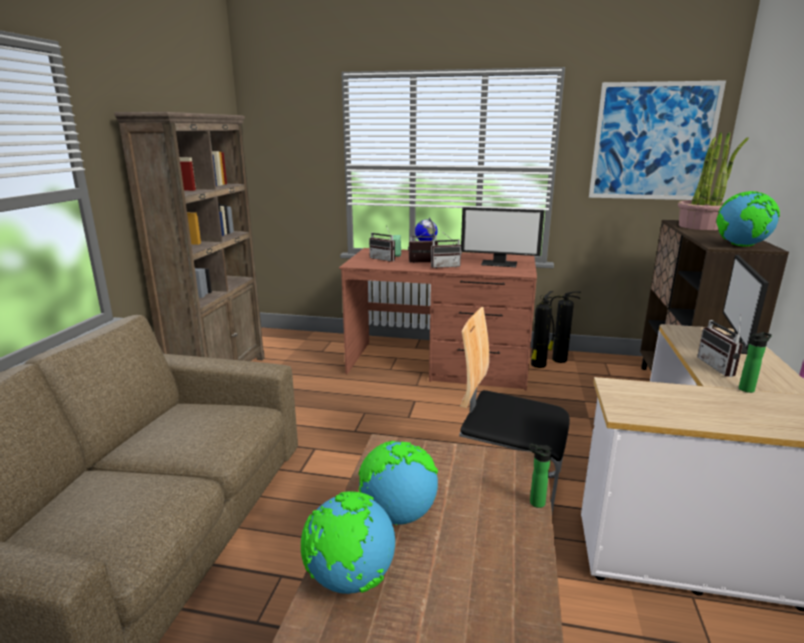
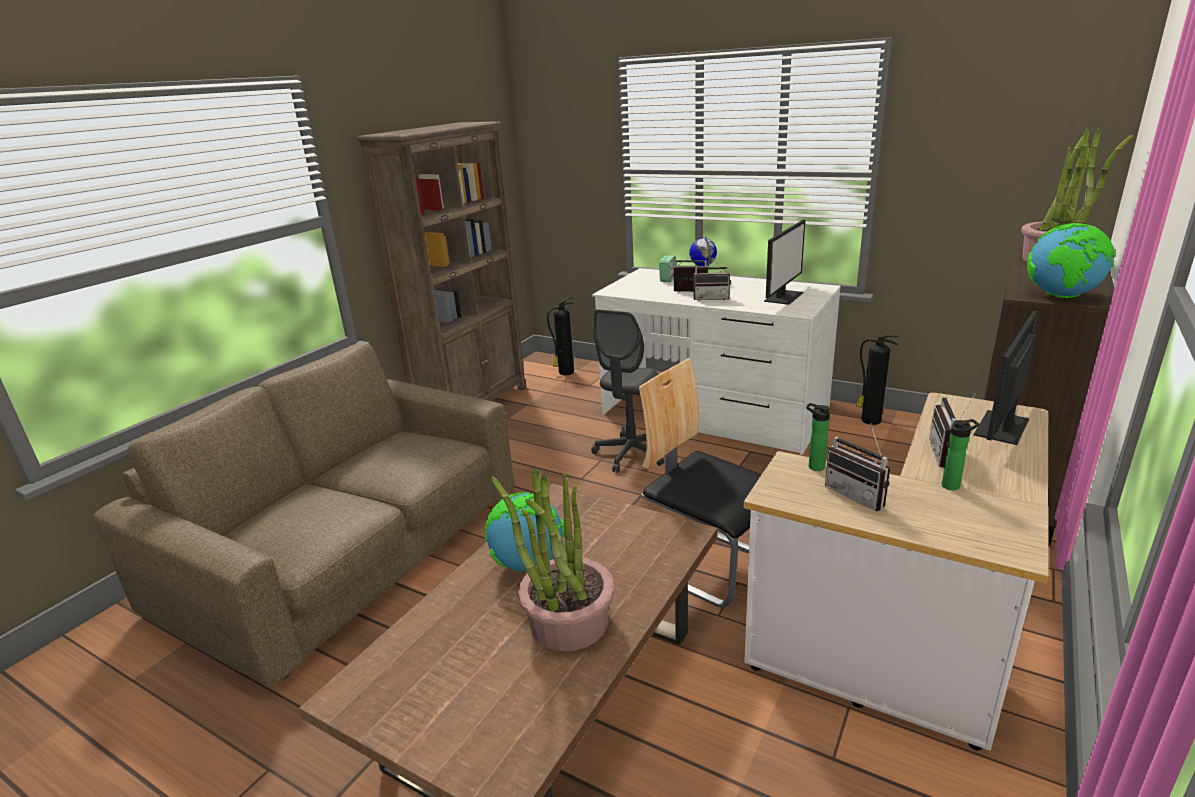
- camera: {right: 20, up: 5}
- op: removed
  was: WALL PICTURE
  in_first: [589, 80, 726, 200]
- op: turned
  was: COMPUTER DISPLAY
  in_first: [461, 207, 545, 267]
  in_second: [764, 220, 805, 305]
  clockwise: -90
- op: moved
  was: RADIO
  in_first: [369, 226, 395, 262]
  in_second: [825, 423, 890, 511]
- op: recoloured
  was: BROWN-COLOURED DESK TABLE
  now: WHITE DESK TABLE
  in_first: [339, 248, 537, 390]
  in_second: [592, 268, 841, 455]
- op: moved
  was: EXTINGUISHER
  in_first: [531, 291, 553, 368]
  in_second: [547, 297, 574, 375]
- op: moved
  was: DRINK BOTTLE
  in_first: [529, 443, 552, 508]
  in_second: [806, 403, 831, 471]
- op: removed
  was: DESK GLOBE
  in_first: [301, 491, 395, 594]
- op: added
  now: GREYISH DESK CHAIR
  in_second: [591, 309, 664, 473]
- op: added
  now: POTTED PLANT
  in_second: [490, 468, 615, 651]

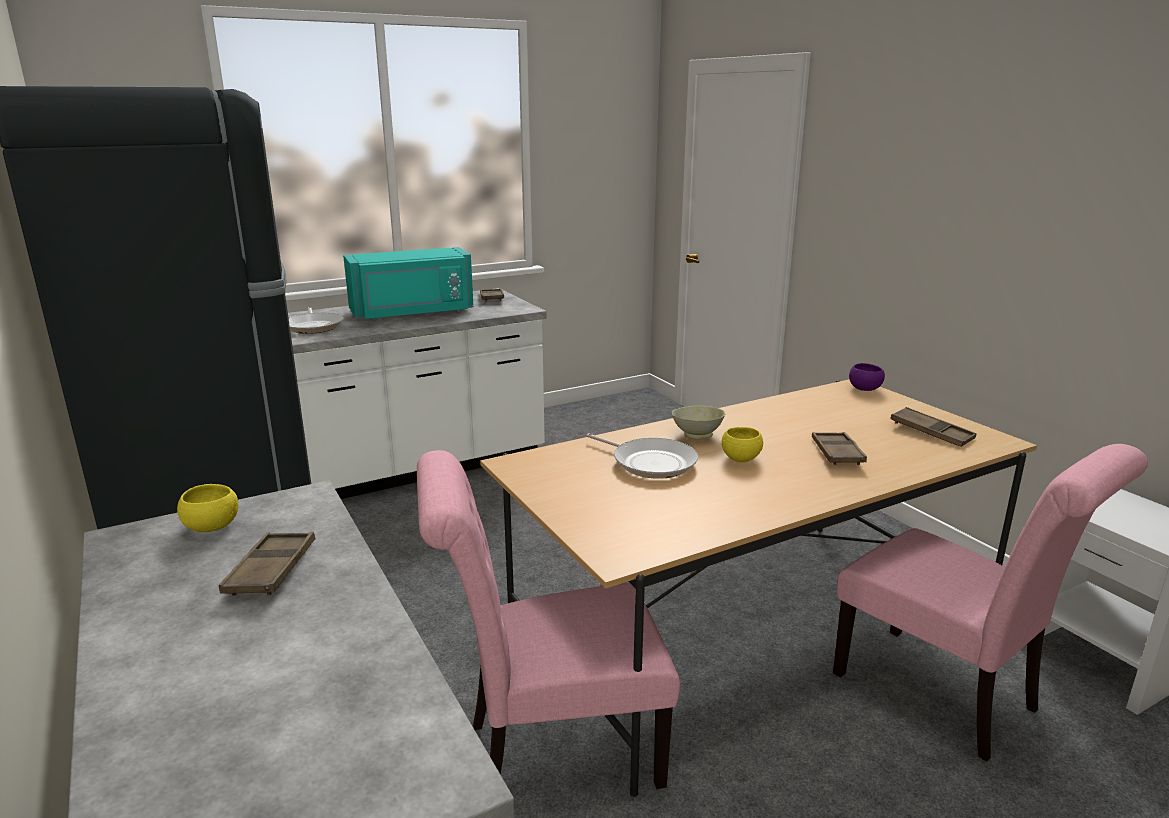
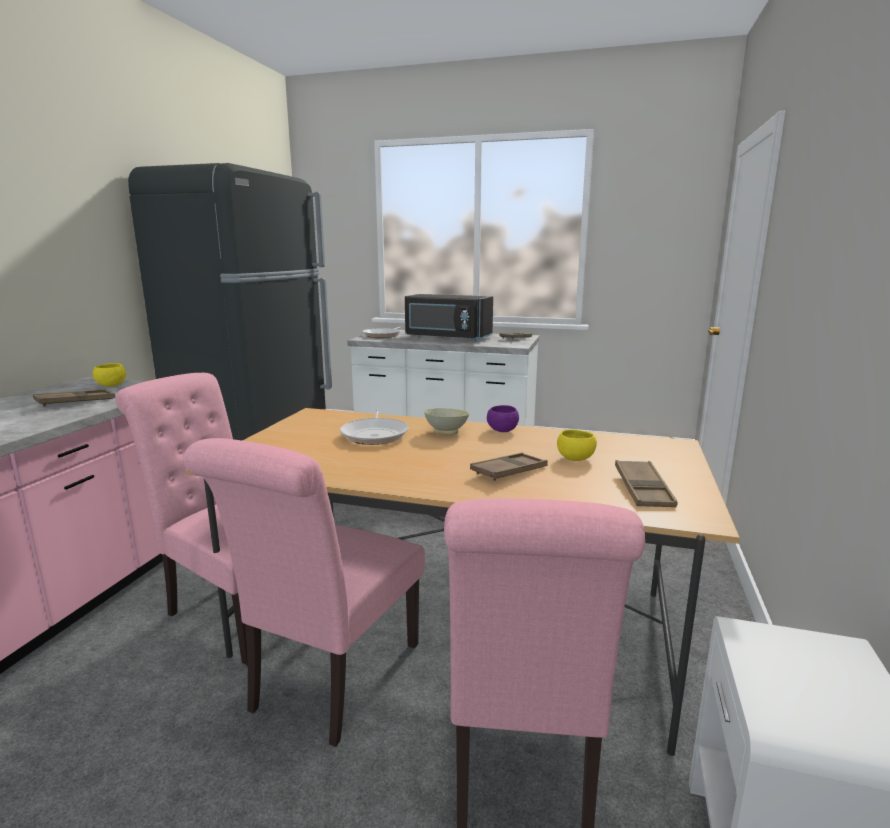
- camera: {right: 45, up: -5}
- op: recoloured
  was: BLUE-GREEN KITCHEN MICROWAVE
  now: BLACK KITCHEN MICROWAVE
  in_first: [343, 247, 474, 321]
  in_second: [405, 294, 493, 341]
- op: moved
  was: PURPLE-COLOURED DEEP DISH
  in_first: [849, 363, 885, 391]
  in_second: [487, 405, 519, 432]
- op: moved
  was: YELLOWISH DEEP DISH
  in_first: [721, 427, 763, 462]
  in_second: [557, 429, 597, 461]
- op: added
  now: PINK-COLOURED PLAIN CHAIR
  in_second: [183, 438, 425, 747]

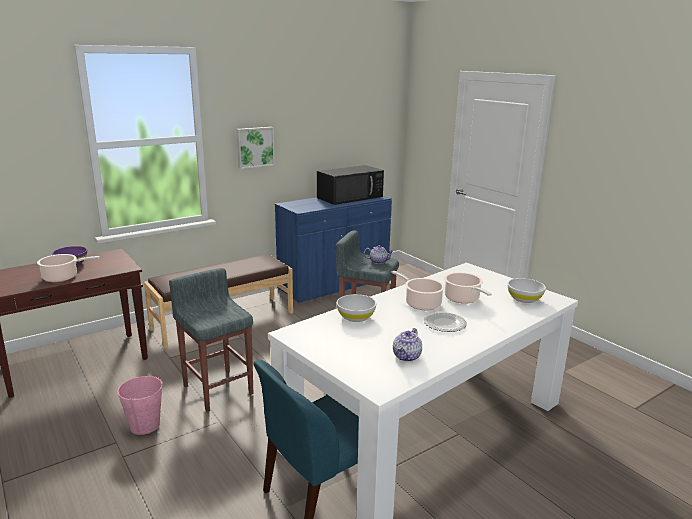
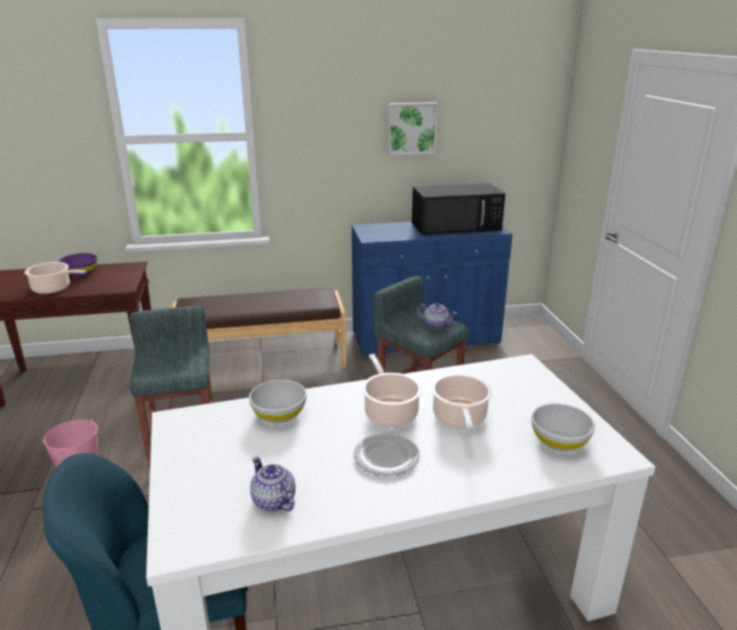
- camera: {right: 25, up: 5}
- op: moved
  was: WALL PICTURE
  in_first: [236, 127, 275, 169]
  in_second: [387, 102, 438, 155]
- op: turned
  was: TEA POT
  in_first: [393, 328, 422, 362]
  in_second: [250, 457, 296, 512]
  clockwise: 90

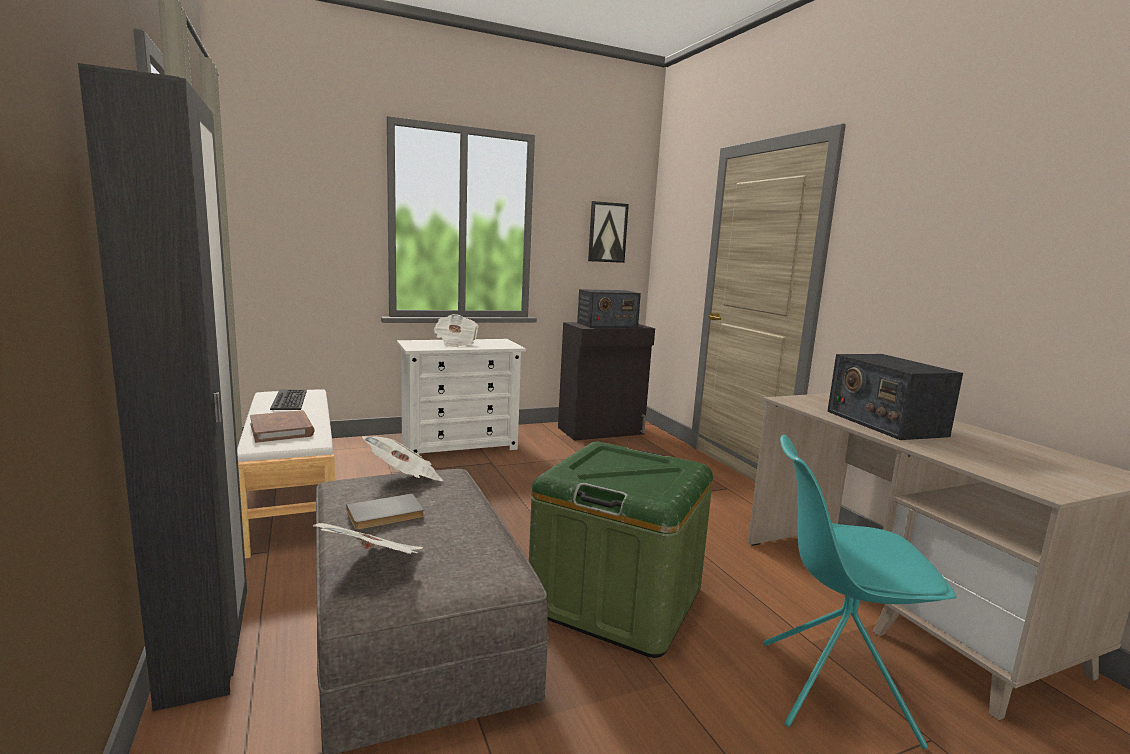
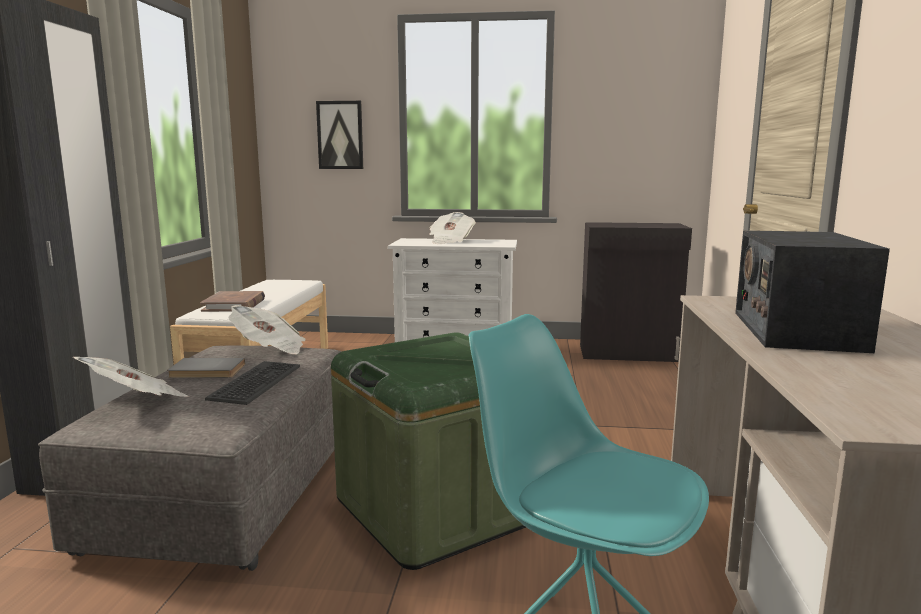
- camera: {right: 30, up: 0}
- op: moved
  was: WALL PICTURE
  in_first: [588, 201, 629, 263]
  in_second: [316, 101, 363, 169]
- op: removed
  was: RADIO
  in_first: [577, 289, 641, 328]
- op: moved
  was: COMPUTER KEYBOARD
  in_first: [270, 389, 307, 410]
  in_second: [205, 361, 300, 405]

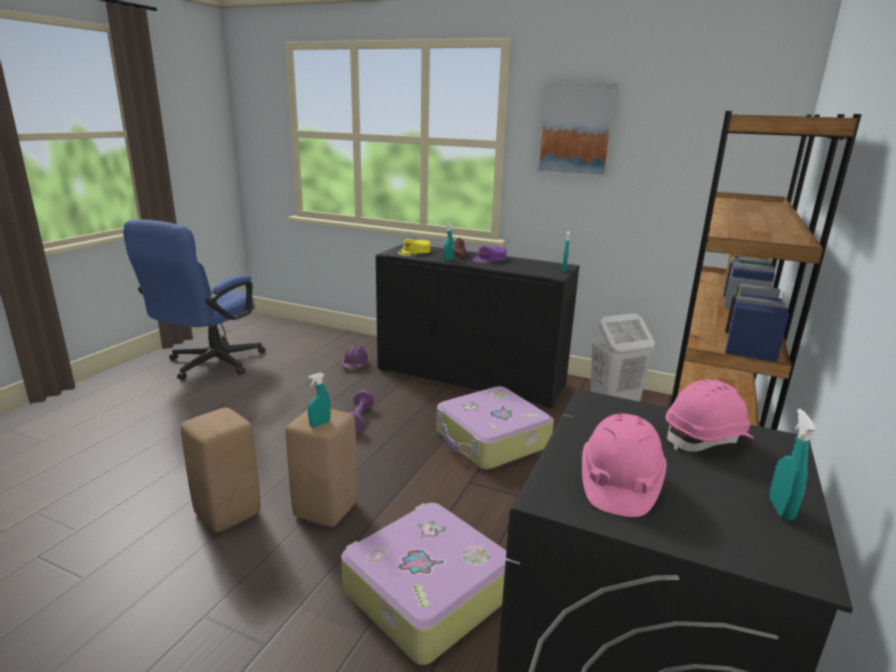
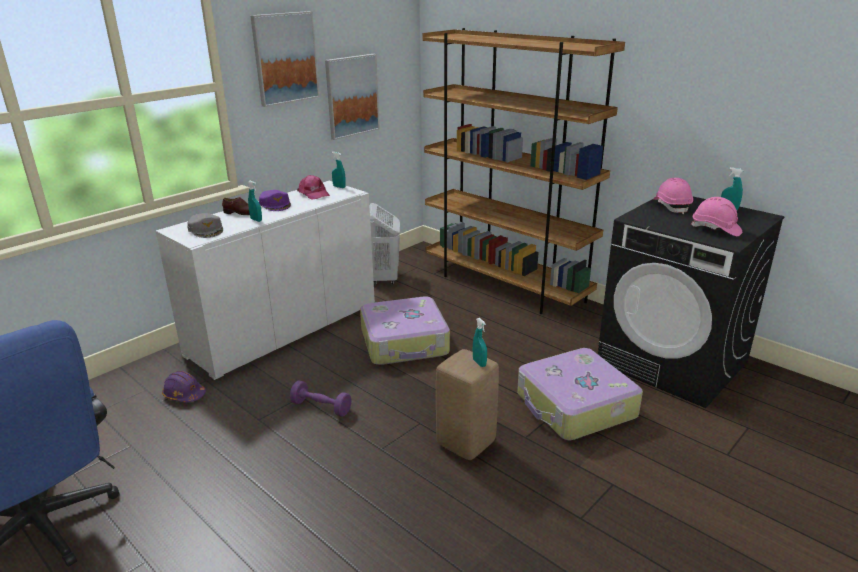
- camera: {right: -70, up: 5}
- op: recoloured
  was: YELLOWISH CAP
  now: GREYISH CAP
  in_first: [398, 239, 431, 256]
  in_second: [187, 213, 223, 238]
- op: recoloured
  was: BLACK CUPBOARD
  now: WHITE CUPBOARD
  in_first: [376, 244, 579, 408]
  in_second: [156, 181, 375, 380]
- op: removed
  was: BEIGE-COLOURED SITTING STOOL
  in_first: [180, 408, 261, 533]
- op: added
  now: WALL PICTURE
  in_second: [325, 54, 380, 140]
- op: added
  now: PINK-COLOURED CAP
  in_second: [297, 175, 330, 200]

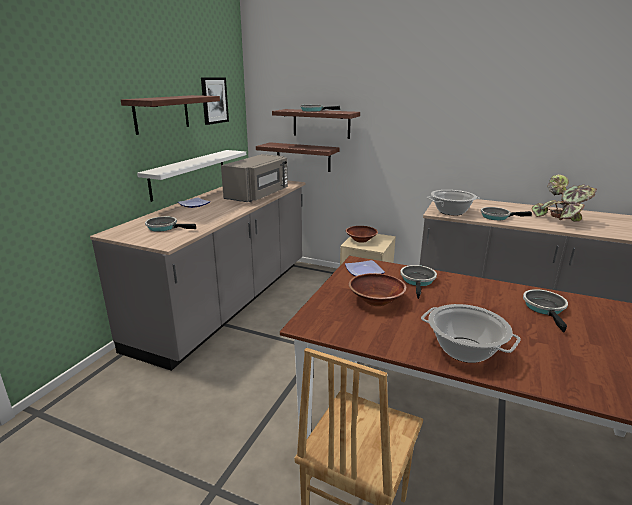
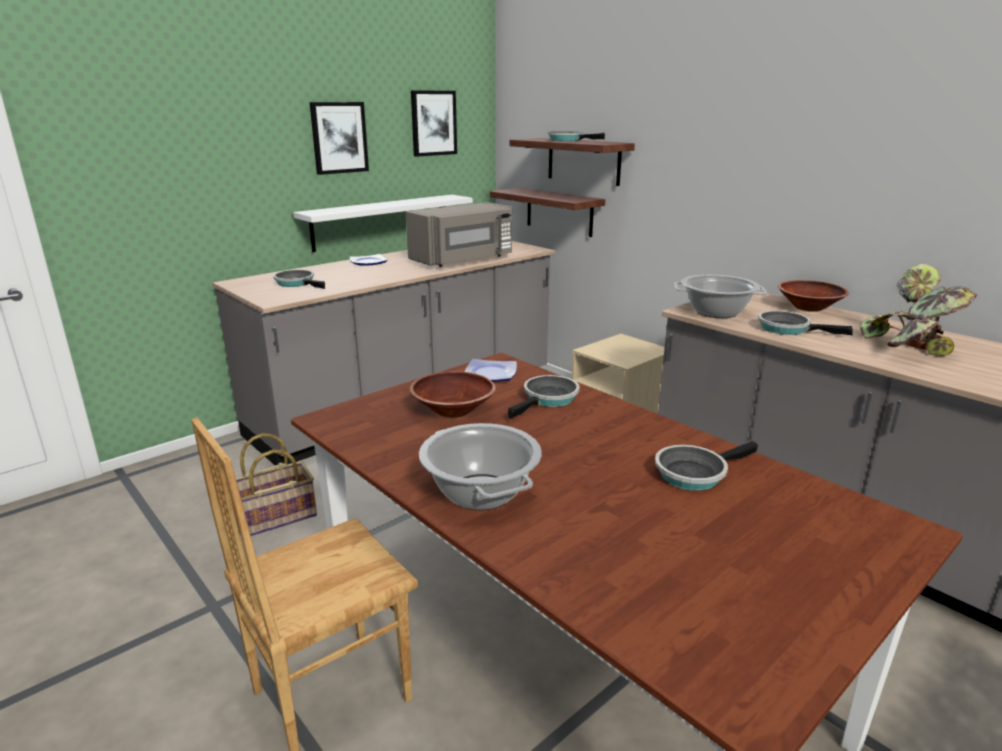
- camera: {right: 25, up: 0}
- op: replaced
  was: BRACKET SHELF
  now: WALL PICTURE
  in_first: [121, 95, 220, 135]
  in_second: [310, 102, 369, 175]
- op: moved
  was: BROWN-COLOURED DEEP DISH
  in_first: [346, 226, 378, 243]
  in_second: [778, 280, 849, 312]
- op: turned
  was: PAN
  in_first: [523, 289, 568, 333]
  in_second: [655, 441, 758, 491]
  clockwise: -150
- op: added
  now: BASKET
  in_second: [231, 433, 317, 536]

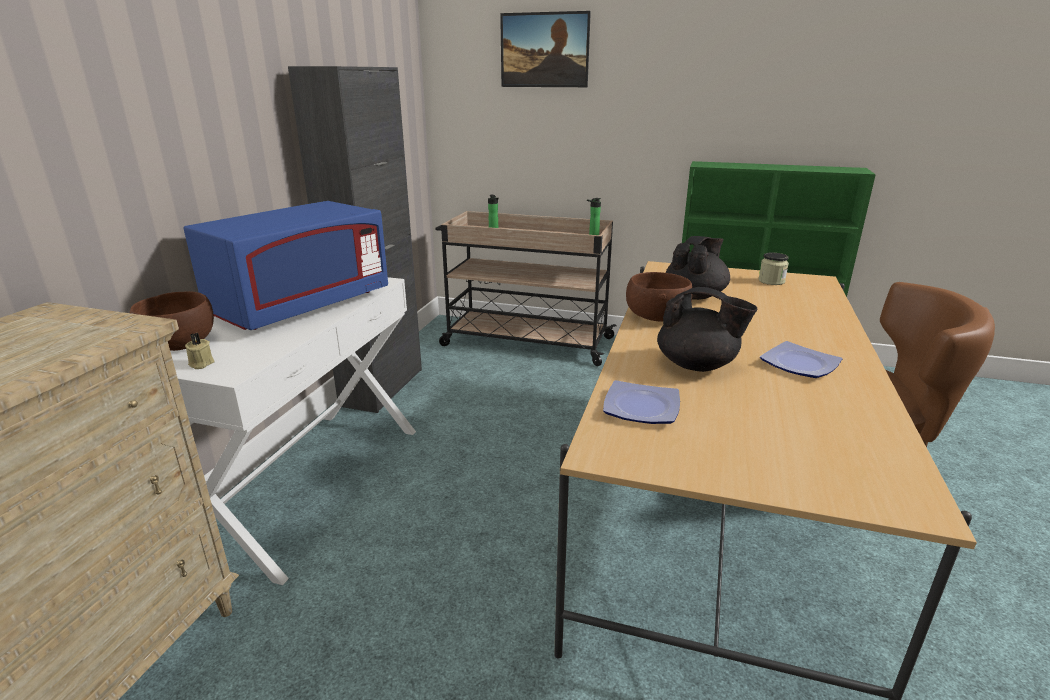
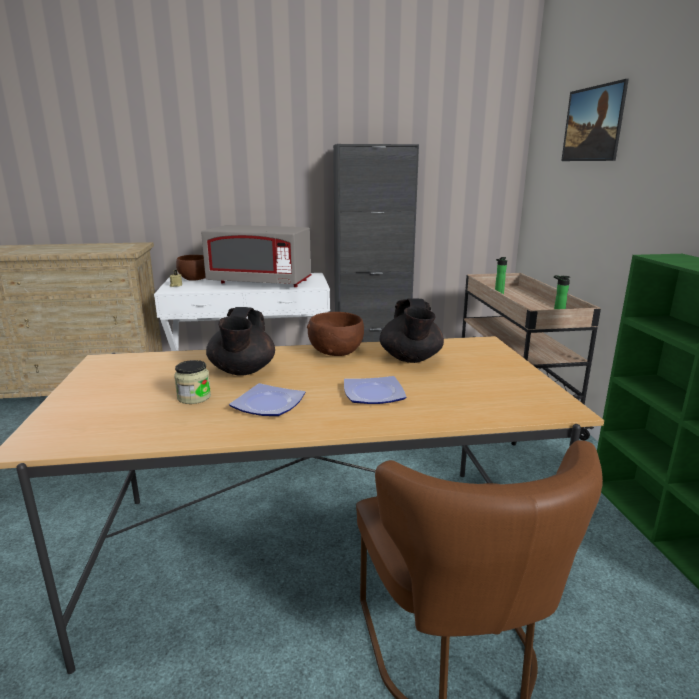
- camera: {right: 65, up: -5}
- op: recoloured
  was: BLUE-COLOURED KITCHEN MICROWAVE
  now: GREYISH KITCHEN MICROWAVE
  in_first: [183, 201, 388, 330]
  in_second: [201, 225, 311, 287]
- op: turned
  was: BLACK TEA POT
  in_first: [666, 236, 730, 300]
  in_second: [380, 298, 444, 363]
  clockwise: 75
- op: moved
  was: PRESERVE JAR
  in_first: [758, 253, 789, 285]
  in_second: [174, 360, 211, 404]
- op: moved
  was: PLATE
  in_first: [603, 380, 680, 424]
  in_second: [344, 376, 406, 404]

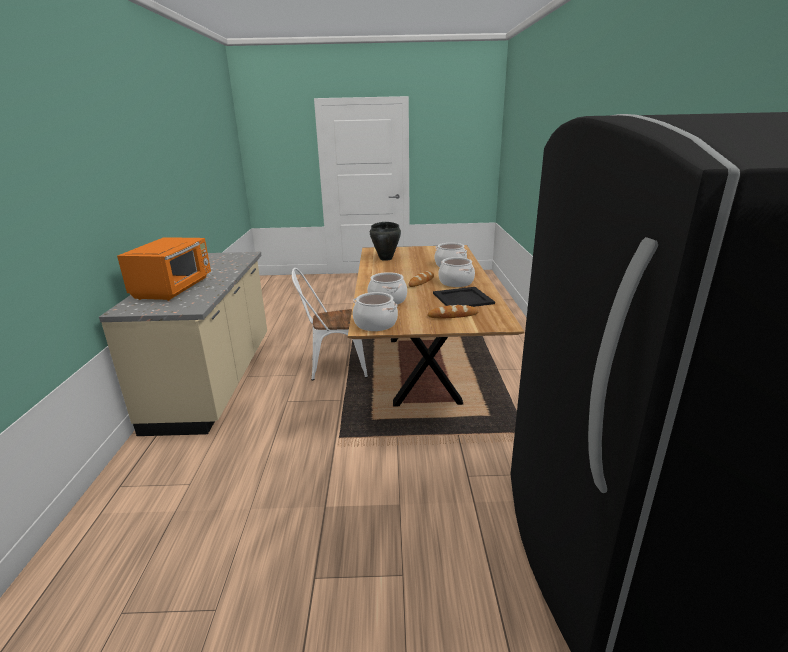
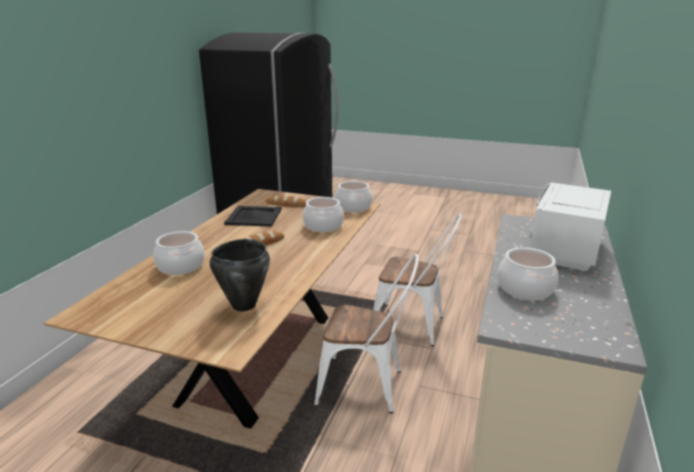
- camera: {right: -160, up: 0}
- op: recoloured
  was: ORANGEY KITCHEN MICROWAVE
  now: WHITE KITCHEN MICROWAVE
  in_first: [117, 237, 211, 301]
  in_second: [530, 182, 611, 271]
- op: moved
  was: COOKING POT
  in_first: [438, 257, 475, 287]
  in_second: [497, 248, 558, 300]
- op: added
  now: WHITE PLAIN CHAIR
  in_second: [373, 214, 462, 346]

